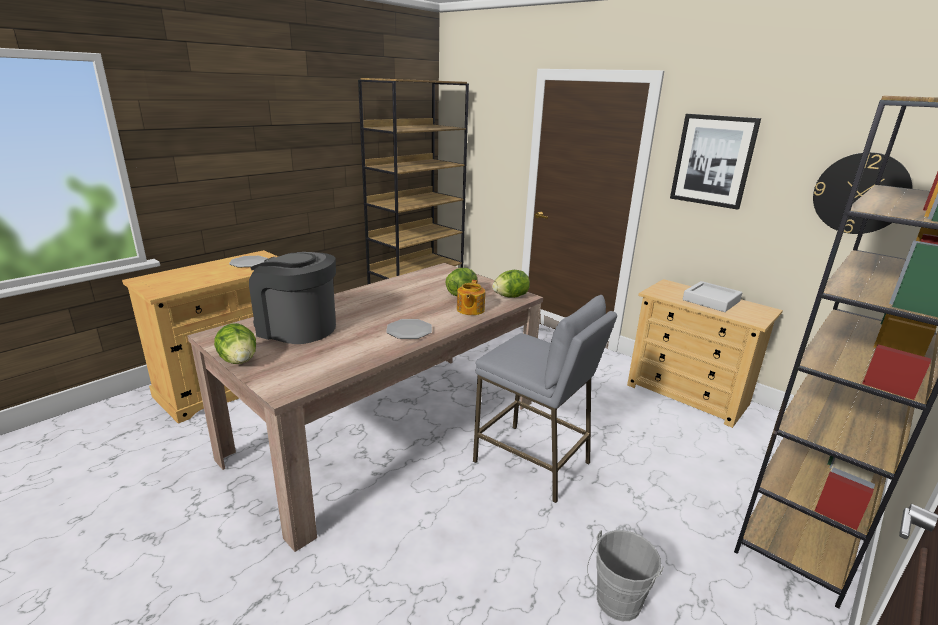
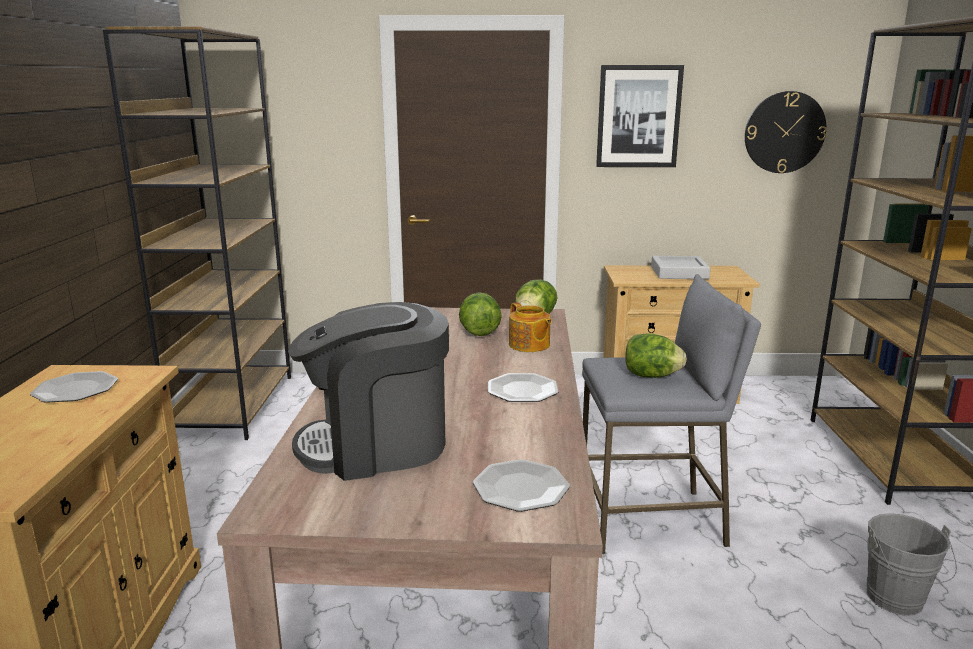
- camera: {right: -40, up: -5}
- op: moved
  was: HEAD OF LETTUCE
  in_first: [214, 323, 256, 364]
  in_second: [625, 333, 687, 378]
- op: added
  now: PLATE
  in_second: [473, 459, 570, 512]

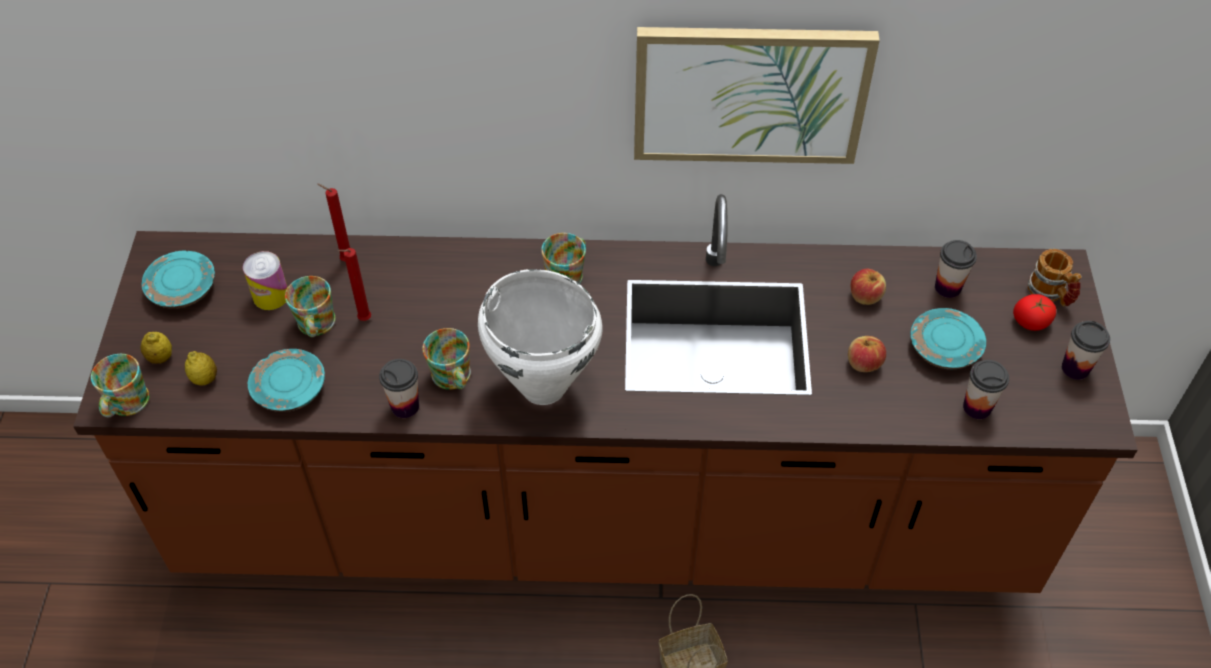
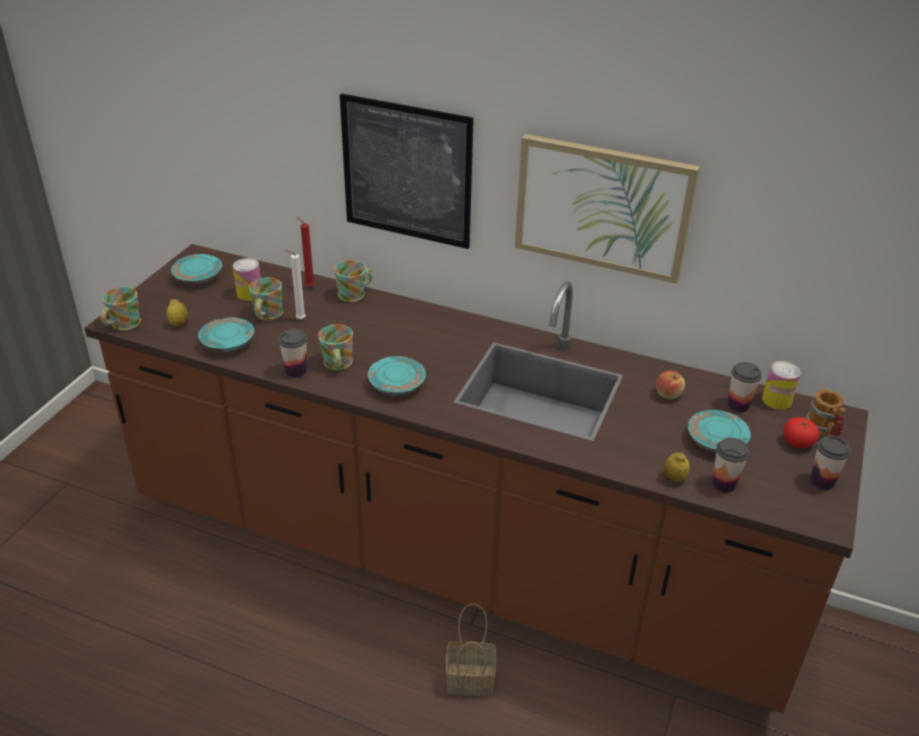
- camera: {right: 20, up: -15}
- op: moved
  was: MUG
  in_first: [541, 233, 586, 284]
  in_second: [334, 260, 372, 302]
- op: recoloured
  was: RED WAX CANDLE
  now: WHITE WAX CANDLE
  in_first: [338, 248, 371, 321]
  in_second: [285, 250, 306, 320]
- op: replaced
  was: WHITE COOKING POT
  now: BLUE-GREEN PLATE
  in_first: [478, 269, 603, 405]
  in_second: [368, 356, 426, 396]
- op: moved
  was: LEMON
  in_first: [141, 332, 172, 364]
  in_second: [664, 453, 690, 482]
- op: removed
  was: APPLE FRUIT
  in_first: [848, 336, 886, 372]
- op: added
  now: WALL PICTURE
  in_second: [340, 93, 474, 249]
- op: added
  now: METAL CAN
  in_second: [762, 361, 801, 410]

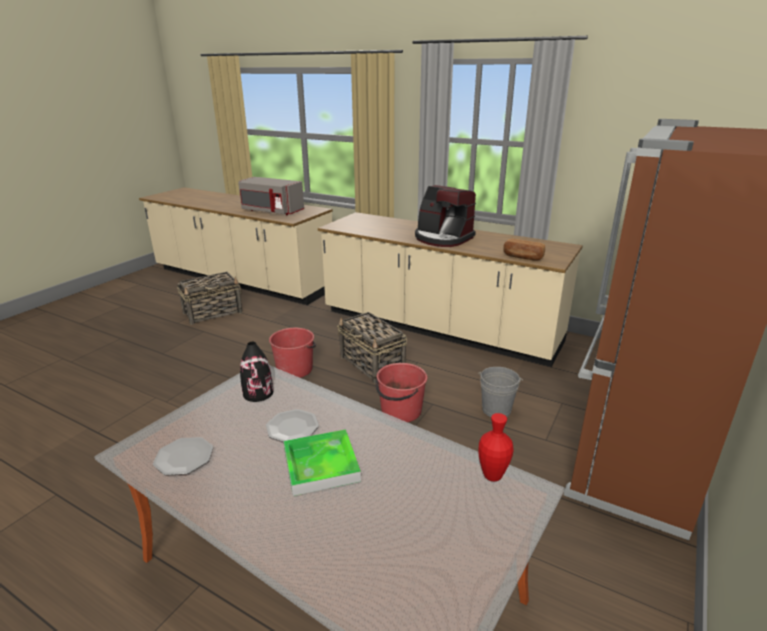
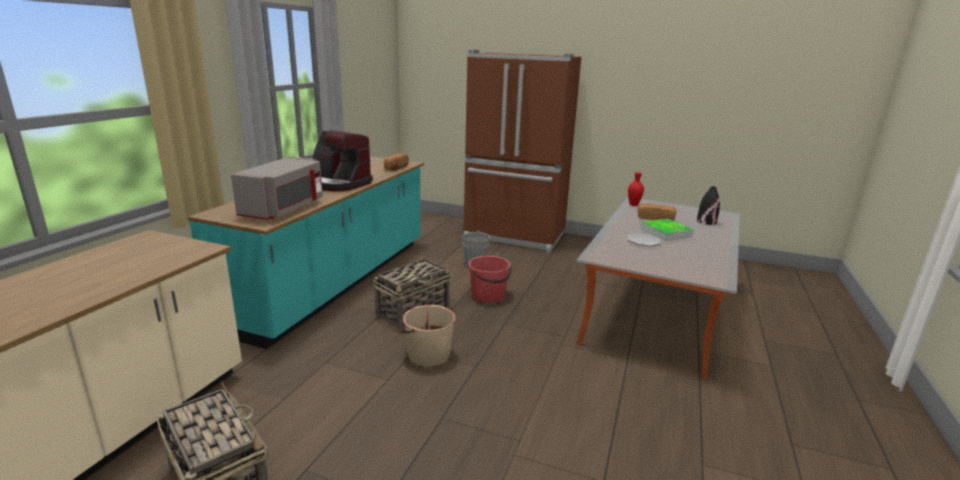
- camera: {right: -100, up: -5}
- op: moved
  was: GREYISH KITCHEN MICROWAVE
  in_first: [238, 177, 304, 215]
  in_second: [231, 157, 323, 220]
- op: turned
  was: COFFEE BREWER
  in_first: [415, 185, 476, 247]
  in_second: [313, 130, 373, 191]
  clockwise: 90
- op: recoloured
  was: BEIGE-COLOURED COUNTER
  now: BLUE-GREEN COUNTER
  in_first: [318, 212, 583, 367]
  in_second: [188, 156, 424, 349]
- op: recoloured
  was: RED WATER BUCKET
  now: BEIGE-COLOURED WATER BUCKET
  in_first: [269, 328, 316, 378]
  in_second: [402, 305, 456, 366]
- op: moved
  was: BLACK VASE
  in_first: [240, 342, 273, 402]
  in_second: [697, 187, 720, 225]
- op: removed
  was: PLATE
  in_first: [153, 437, 213, 475]
- op: added
  now: BAKED BREAD
  in_second: [638, 203, 676, 221]

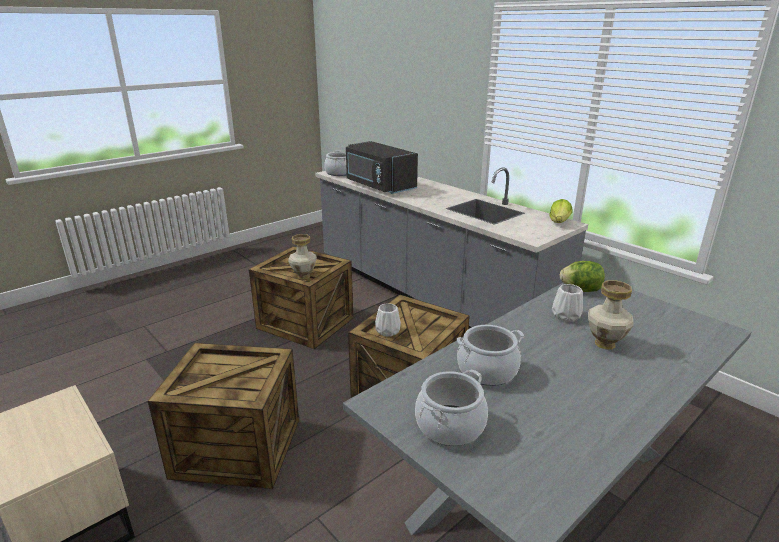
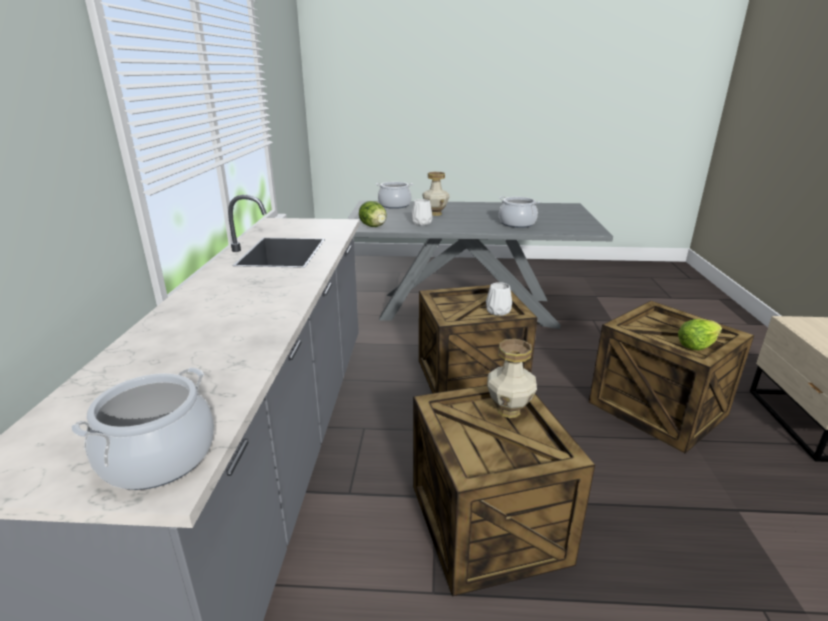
- camera: {right: -135, up: 0}
- op: removed
  was: BLACK KITCHEN MICROWAVE
  in_first: [346, 141, 418, 194]
- op: moved
  was: HEAD OF LETTUCE
  in_first: [549, 199, 573, 223]
  in_second: [678, 319, 722, 351]
- op: moved
  was: COOKING POT
  in_first: [415, 369, 488, 446]
  in_second: [376, 182, 413, 209]

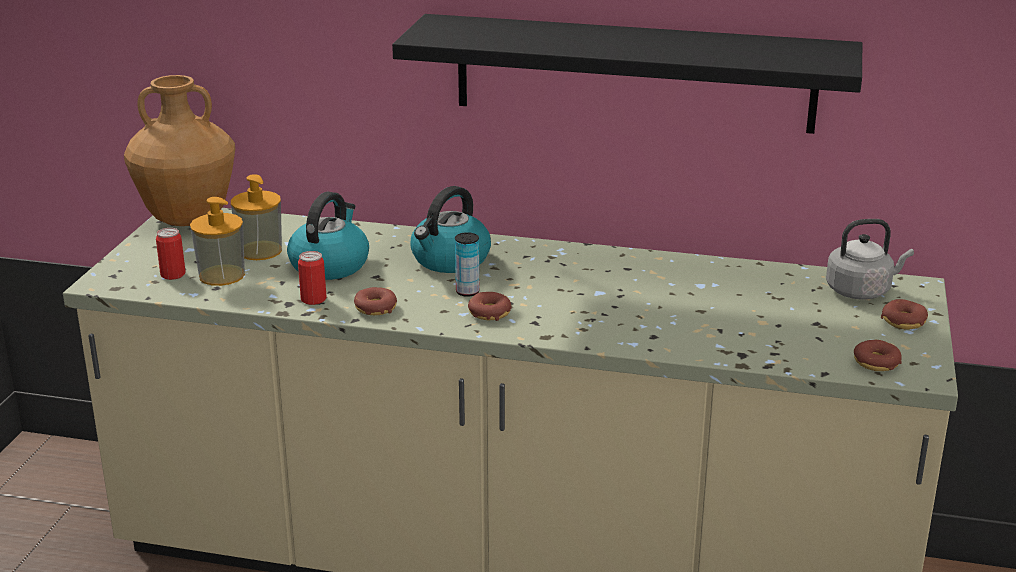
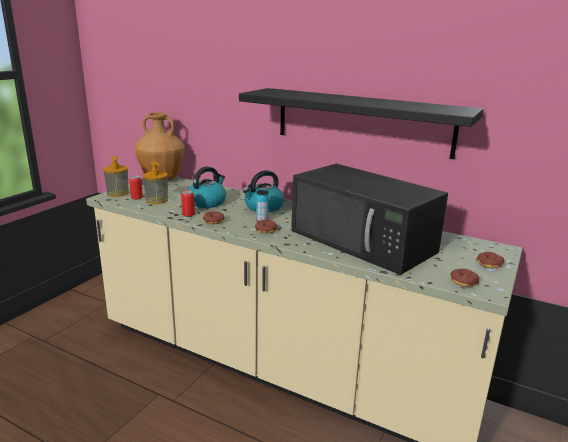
- camera: {right: 15, up: -5}
- op: moved
  was: SOAP DISPENSER
  in_first: [231, 174, 282, 260]
  in_second: [103, 156, 129, 197]
- op: removed
  was: GREYISH KETTLE
  in_first: [826, 219, 914, 299]
- op: added
  now: BLACK KITCHEN MICROWAVE
  in_second: [291, 164, 448, 275]

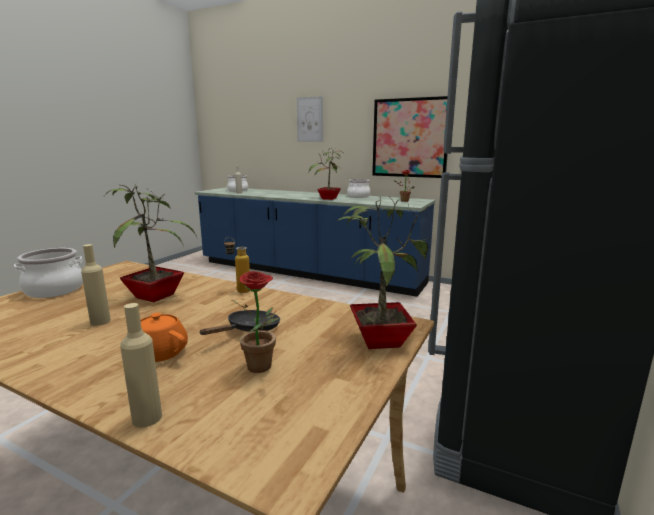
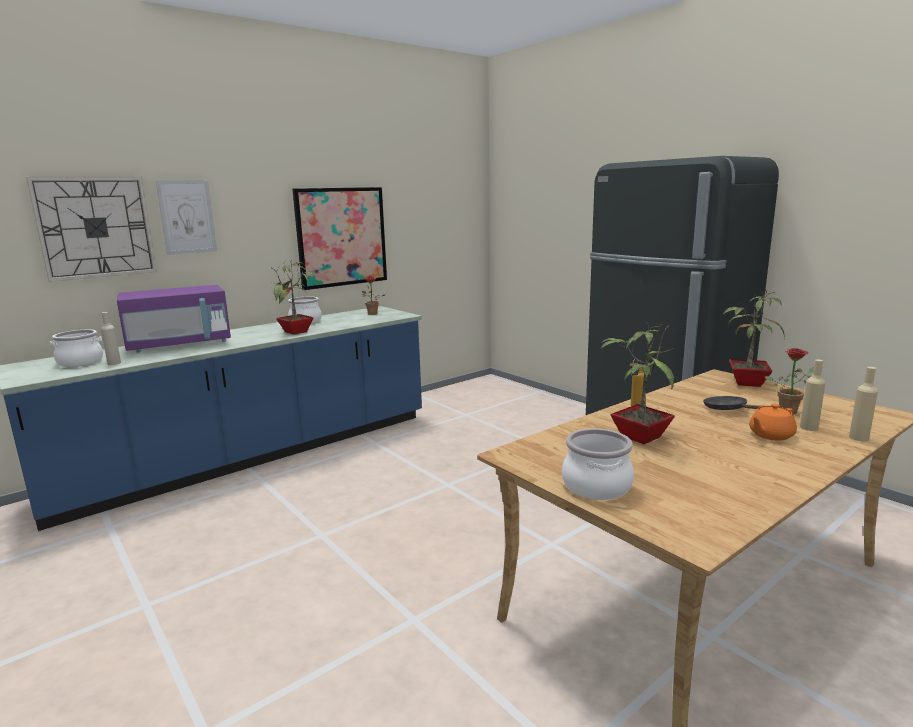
- camera: {right: -65, up: 0}
- op: moved
  was: BEIGE-COLOURED DRINK BOTTLE
  in_first: [81, 244, 111, 326]
  in_second: [800, 359, 826, 431]
- op: added
  now: WALL CLOCK
  in_second: [26, 177, 157, 282]
- op: added
  now: PURPLE-COLOURED KITCHEN MICROWAVE
  in_second: [117, 285, 231, 352]

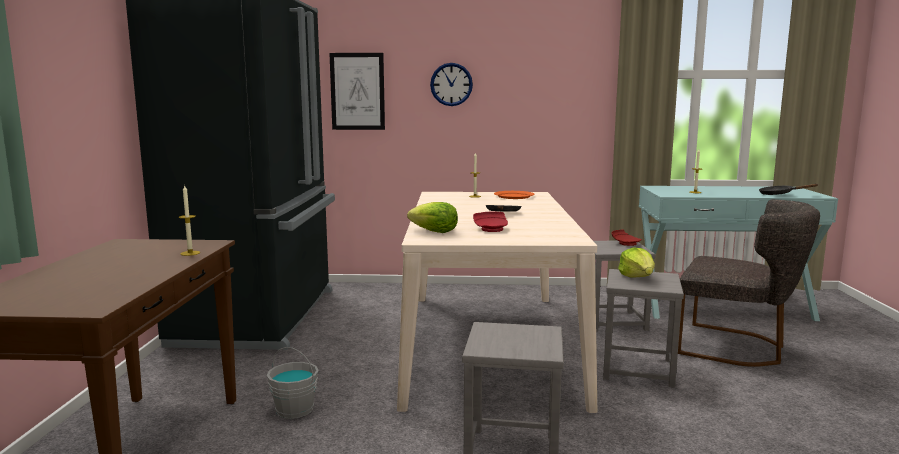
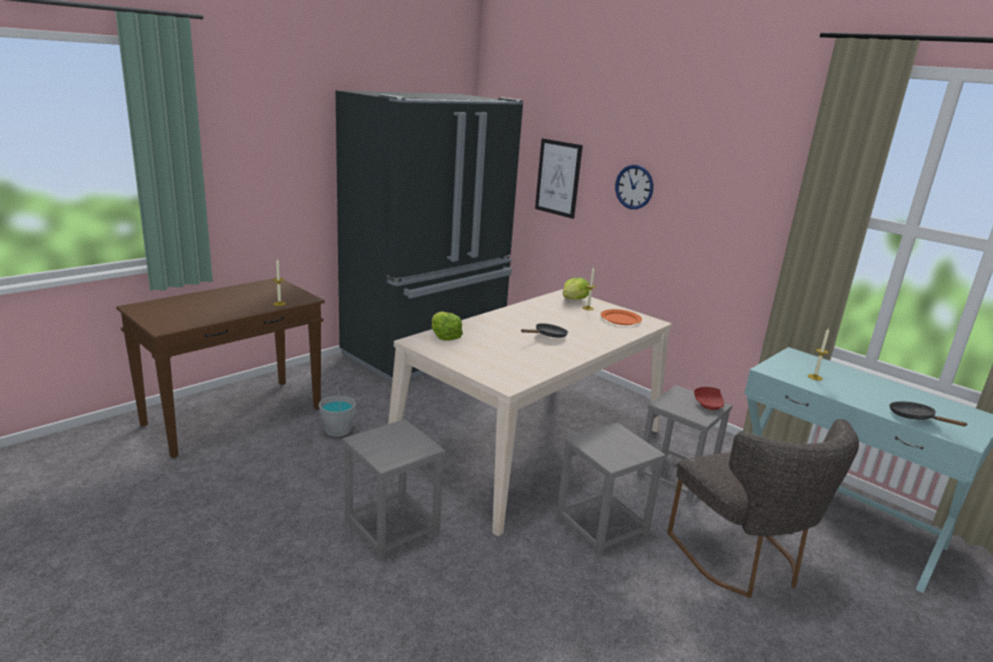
- camera: {right: 40, up: 10}
- op: removed
  was: RED PLATE
  in_first: [473, 211, 508, 232]
- op: moved
  was: HEAD OF LETTUCE
  in_first: [618, 247, 655, 278]
  in_second: [563, 277, 589, 300]

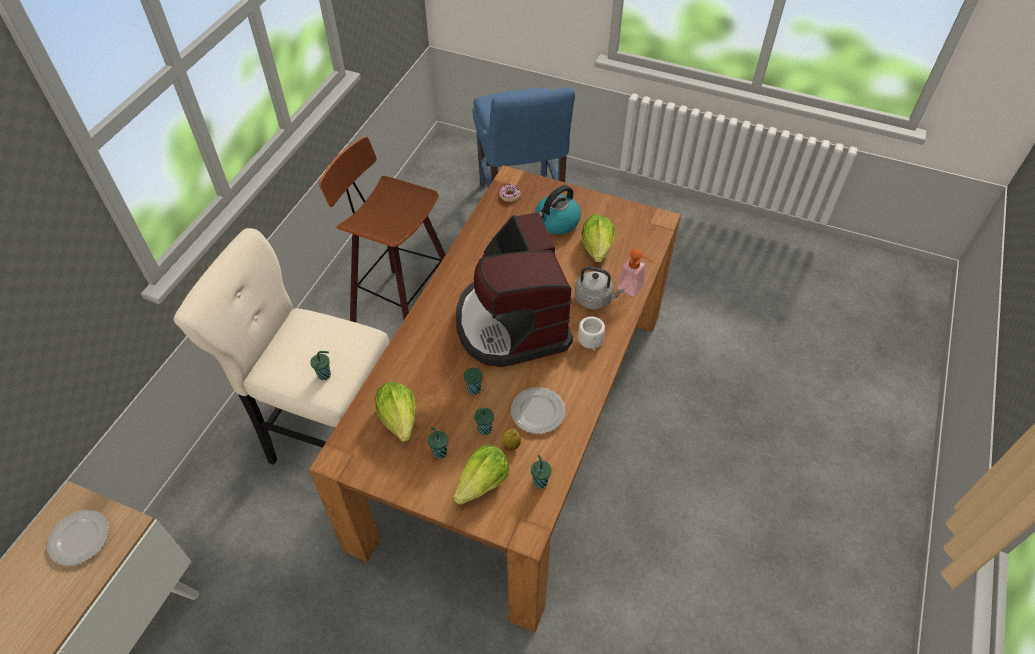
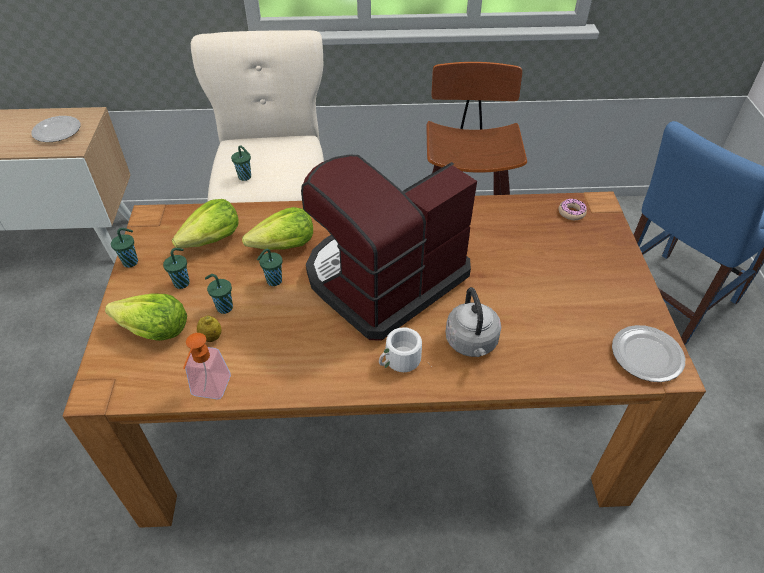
- camera: {right: 65, up: -5}
- op: removed
  was: KETTLE
  in_first: [535, 185, 581, 235]
- op: moved
  was: HEAD OF LETTUCE
  in_first: [581, 214, 615, 262]
  in_second: [242, 207, 313, 250]
- op: moved
  was: SOAP DISPENSER
  in_first: [617, 249, 655, 296]
  in_second: [183, 333, 231, 399]
- op: moved
  was: PLATE
  in_first: [511, 387, 565, 434]
  in_second: [612, 325, 685, 382]
- op: moved
  was: GREEN-COLOURED CUP
  in_first: [531, 455, 551, 488]
  in_second: [111, 228, 138, 268]

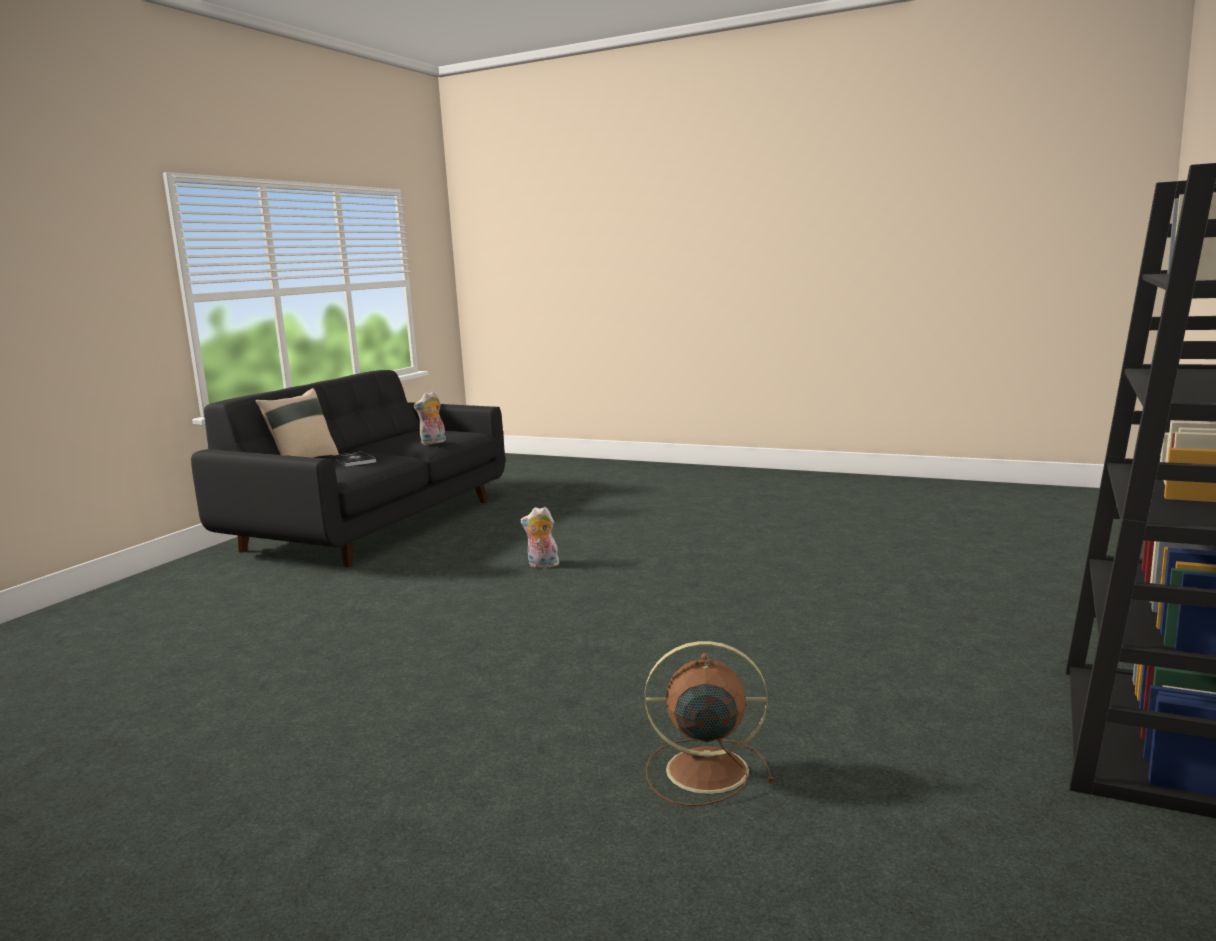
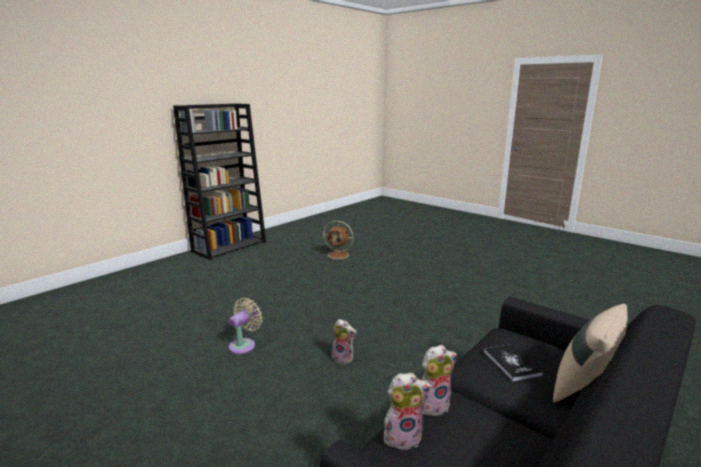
- camera: {right: -165, up: 5}
- op: added
  now: BEIGE-COLOURED ELECTRIC FAN
  in_second: [228, 298, 263, 354]
- op: added
  now: SOFT TOY
  in_second: [384, 373, 431, 451]

